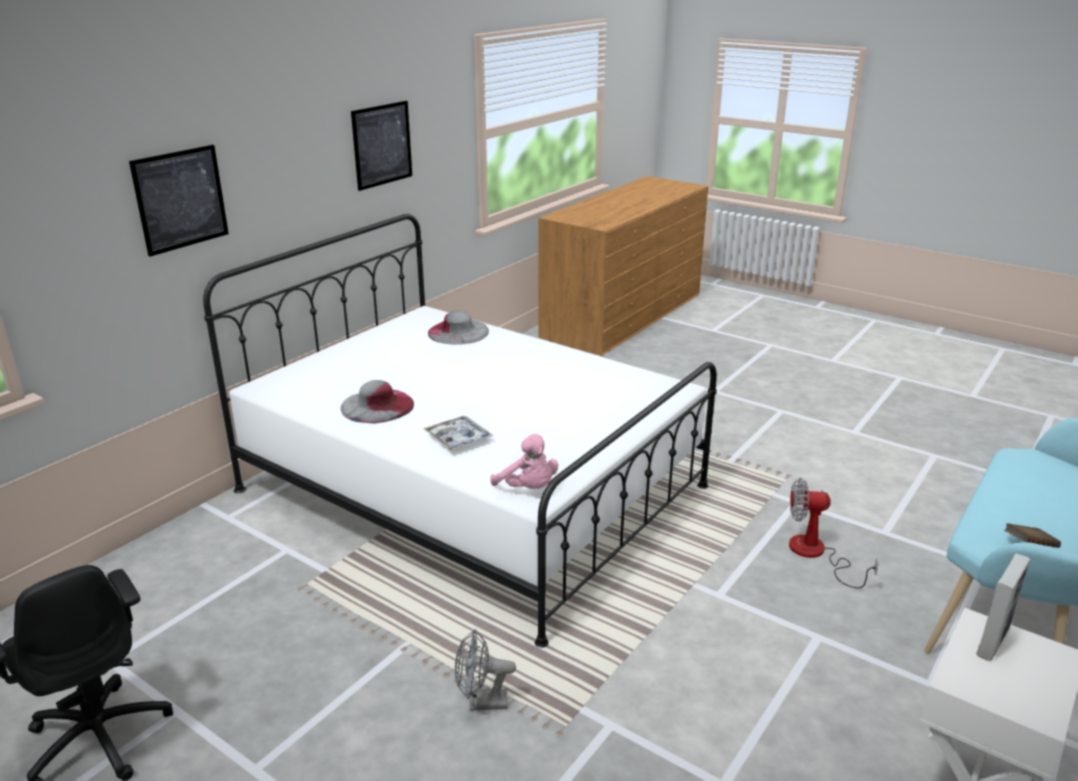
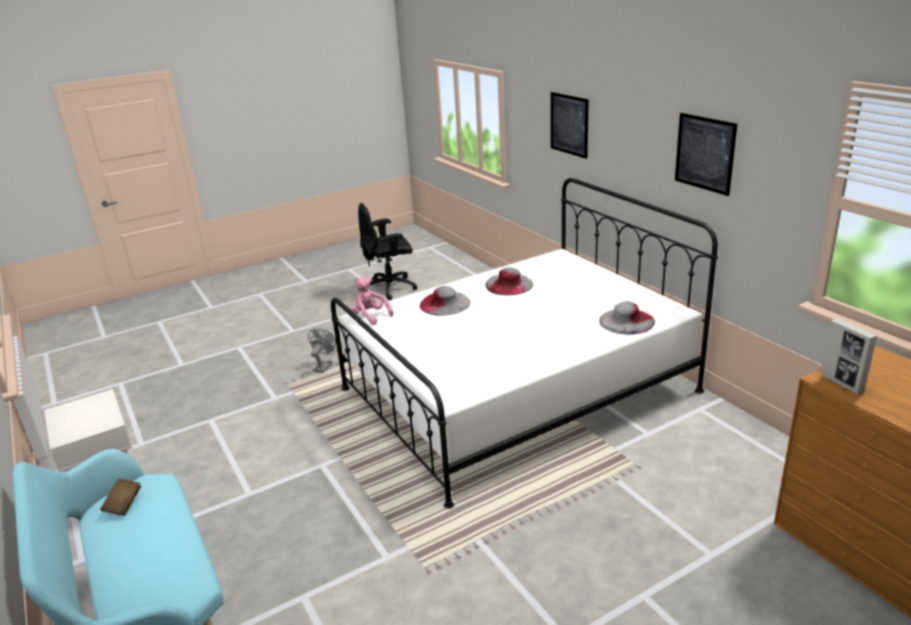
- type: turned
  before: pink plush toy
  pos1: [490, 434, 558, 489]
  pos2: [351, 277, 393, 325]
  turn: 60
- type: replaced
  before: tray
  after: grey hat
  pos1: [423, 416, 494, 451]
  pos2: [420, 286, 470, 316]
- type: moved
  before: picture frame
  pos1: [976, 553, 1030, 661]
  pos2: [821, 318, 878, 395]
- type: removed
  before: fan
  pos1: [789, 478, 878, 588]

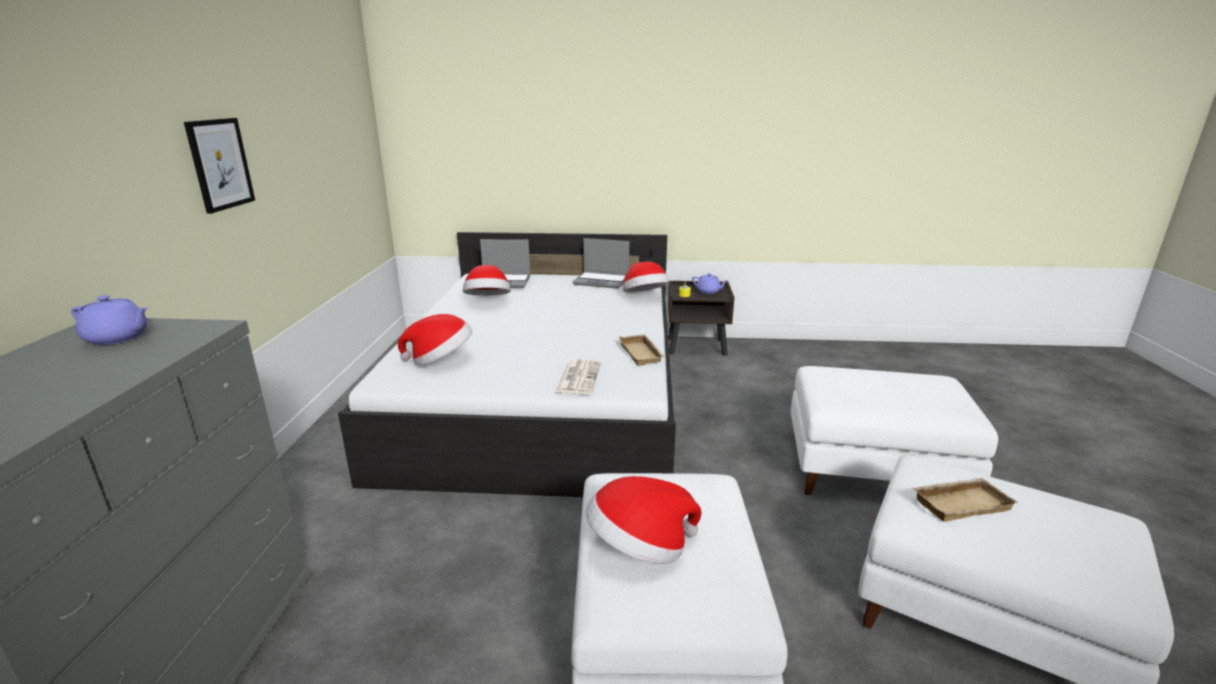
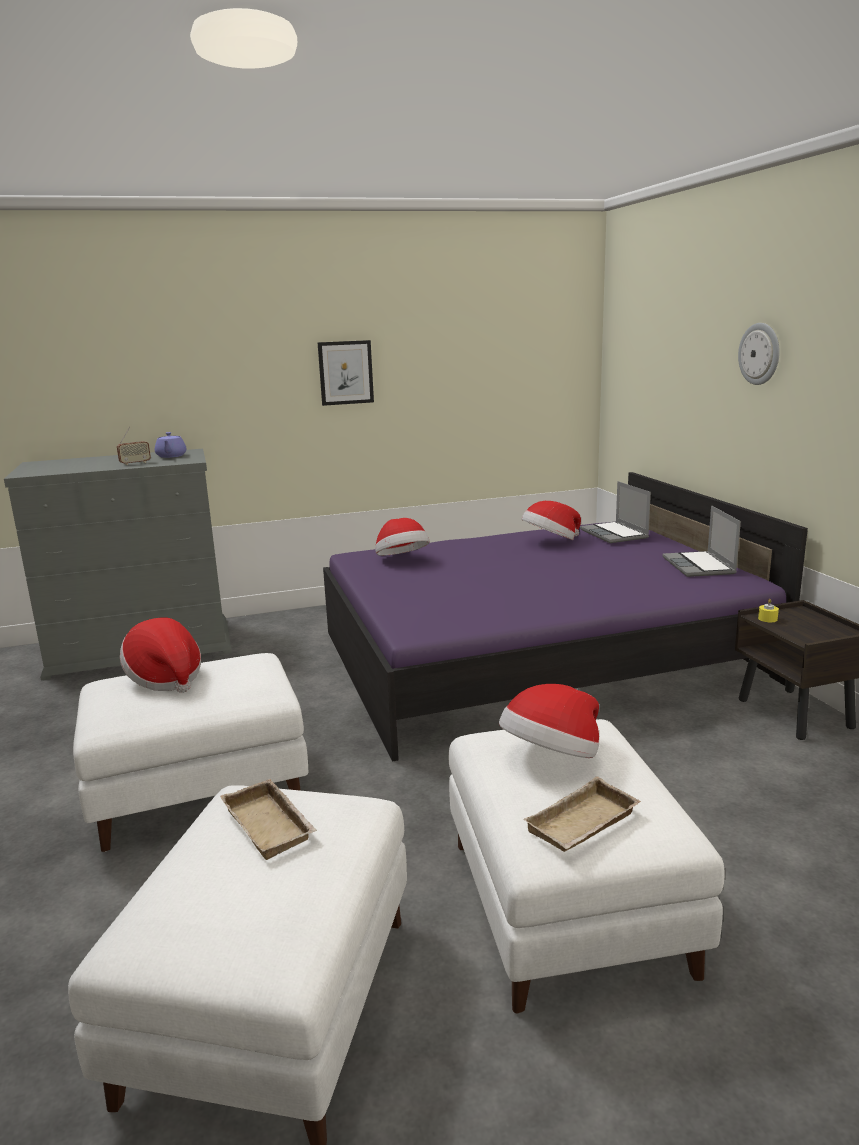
- type: added
  after: radio
  pos2: [117, 426, 151, 465]
- type: recoloured
  before: white bed
  after: purple bed
  pos1: [338, 232, 676, 497]
  pos2: [323, 472, 808, 762]
- type: moved
  before: hat
  pos1: [623, 261, 669, 292]
  pos2: [499, 684, 599, 758]
- type: moved
  before: beige tray
  pos1: [619, 334, 665, 366]
  pos2: [523, 776, 640, 852]
- type: added
  after: wall clock
  pos2: [738, 323, 780, 385]
- type: removed
  before: newspaper
  pos1: [555, 359, 601, 394]
- type: removed
  before: purple teapot
  pos1: [692, 273, 729, 294]

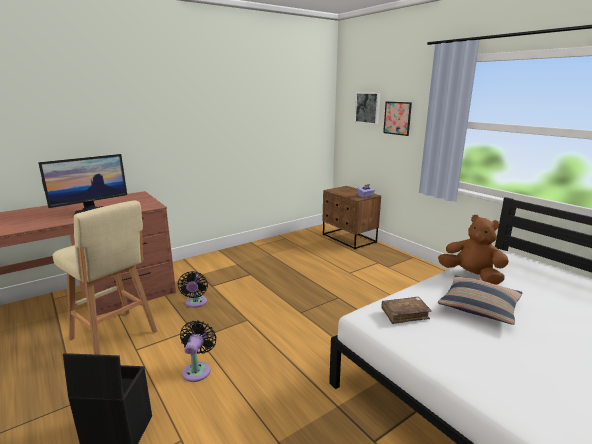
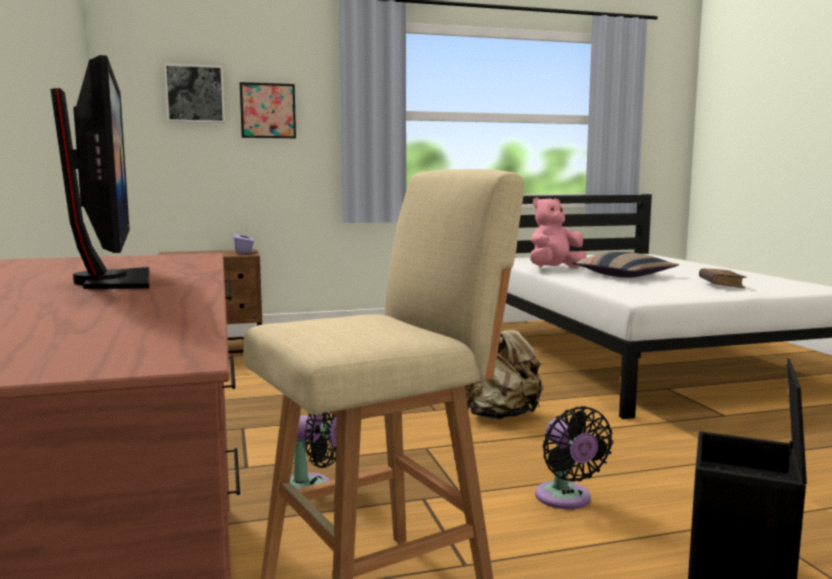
- type: added
  after: beige backpack
  pos2: [465, 330, 544, 419]
- type: recoloured
  before: brown plush toy
  after: pink plush toy
  pos1: [438, 215, 509, 285]
  pos2: [530, 197, 587, 268]
- type: turned
  before: black fan
  pos1: [180, 320, 216, 382]
  pos2: [535, 406, 613, 509]
  turn: -135
- type: moved
  before: brown book
  pos1: [382, 297, 431, 324]
  pos2: [699, 269, 746, 288]

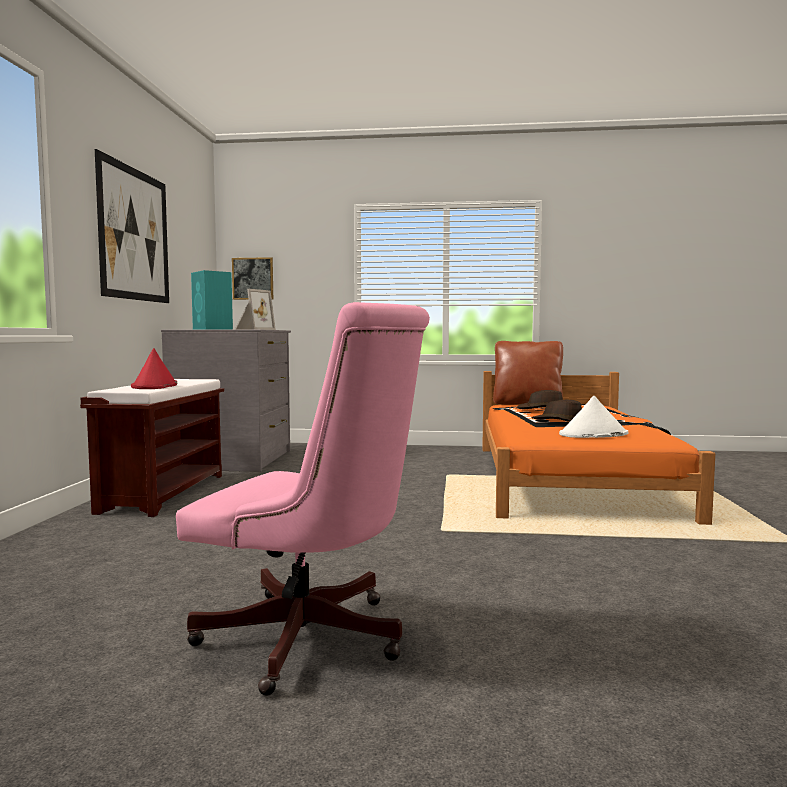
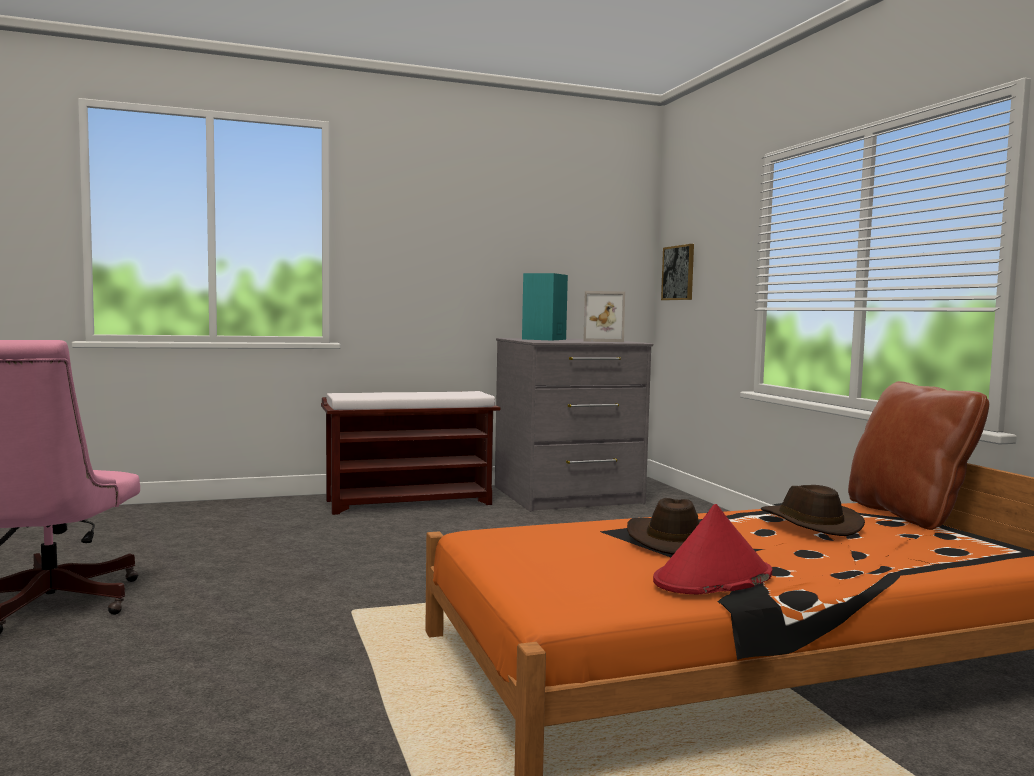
- type: moved
  before: red hat
  pos1: [131, 348, 177, 389]
  pos2: [653, 504, 772, 594]
- type: removed
  before: picture
  pos1: [95, 149, 169, 303]
- type: removed
  before: white hat
  pos1: [559, 396, 628, 438]

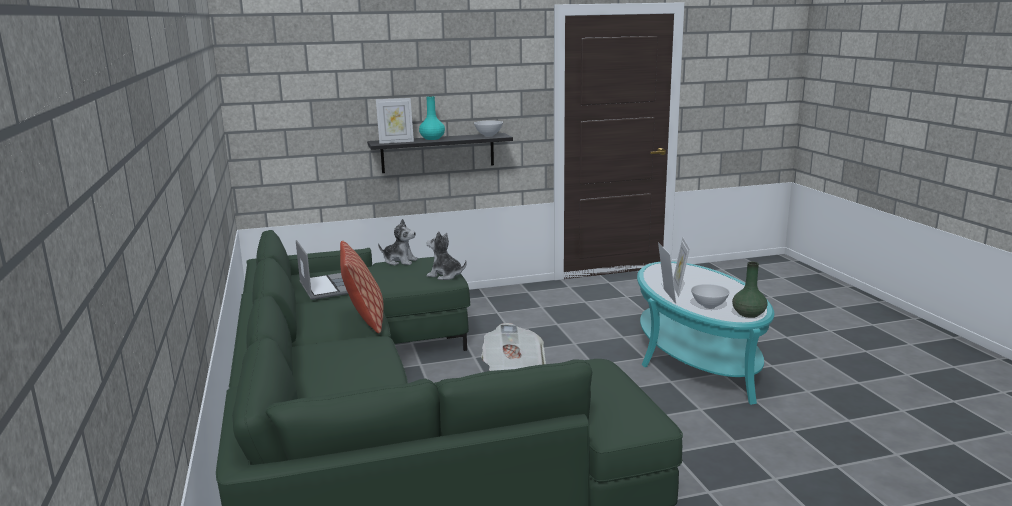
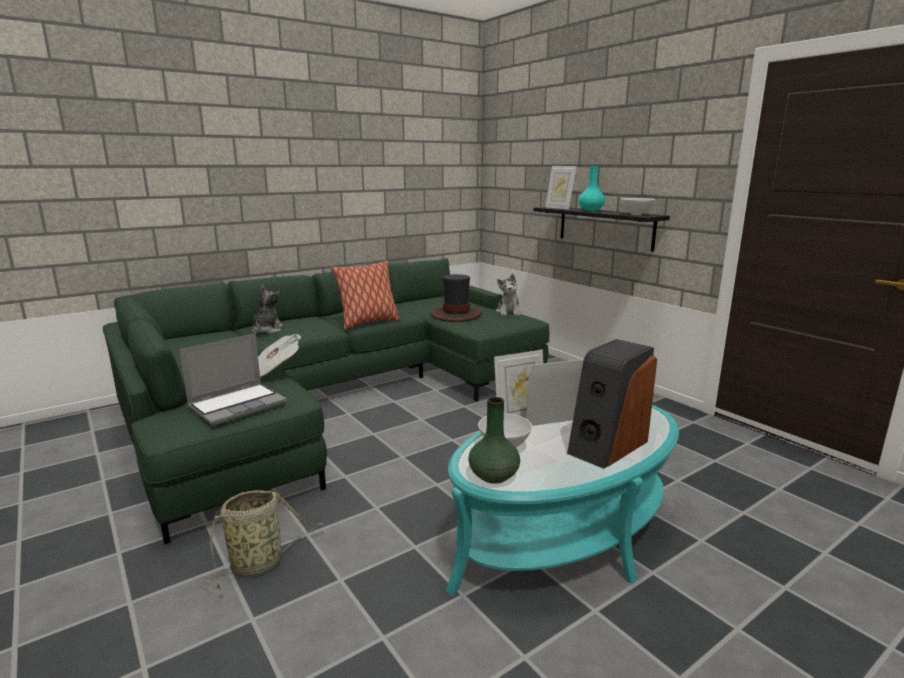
- type: moved
  before: laptop
  pos1: [296, 240, 348, 300]
  pos2: [179, 333, 287, 426]
- type: added
  after: basket
  pos2: [203, 490, 323, 590]
- type: moved
  before: plush toy
  pos1: [426, 231, 467, 280]
  pos2: [252, 285, 283, 334]
- type: added
  after: hat
  pos2: [431, 274, 482, 322]
- type: added
  after: speaker
  pos2: [567, 339, 657, 469]

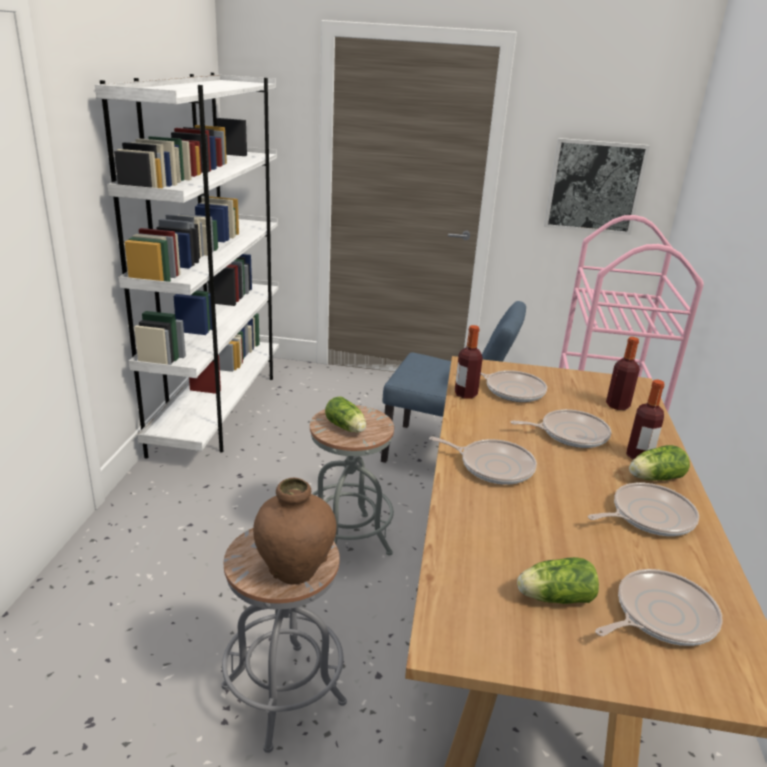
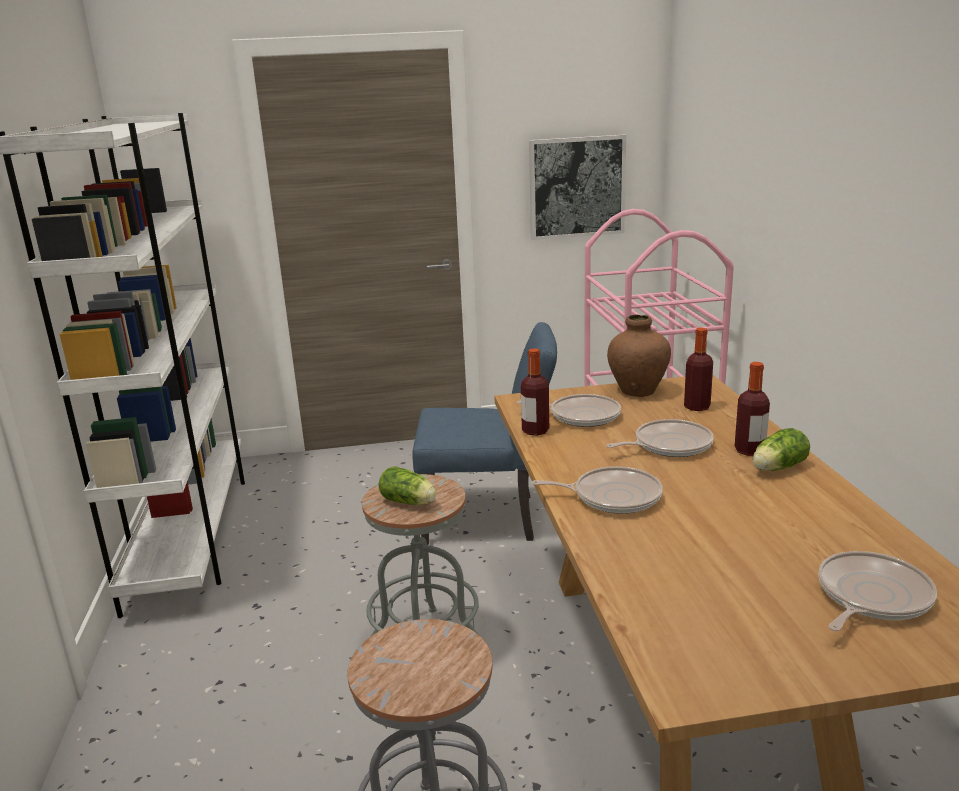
- type: moved
  before: brown vase
  pos1: [253, 478, 337, 584]
  pos2: [607, 314, 671, 397]
- type: removed
  before: lettuce
  pos1: [517, 557, 599, 604]
- type: removed
  before: frying pan
  pos1: [588, 483, 699, 536]

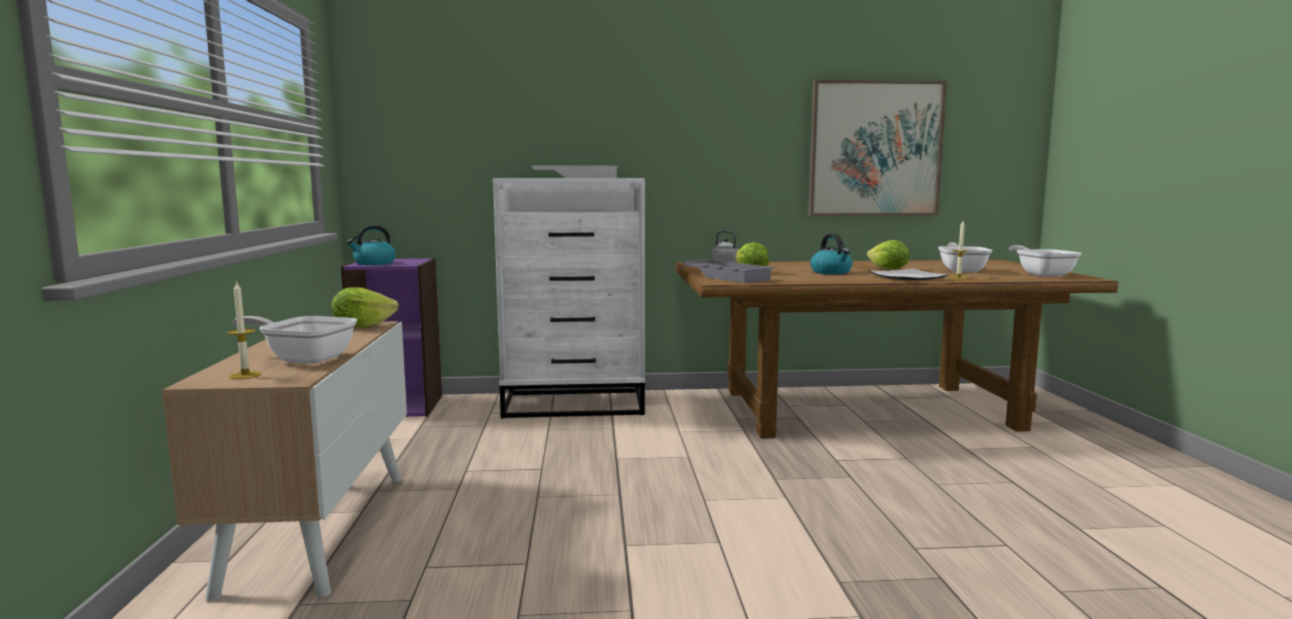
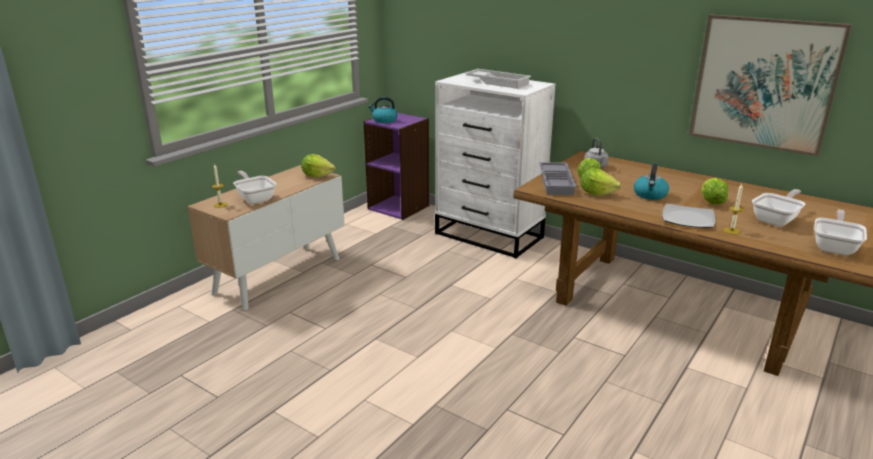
- type: added
  after: lettuce
  pos2: [580, 168, 621, 196]

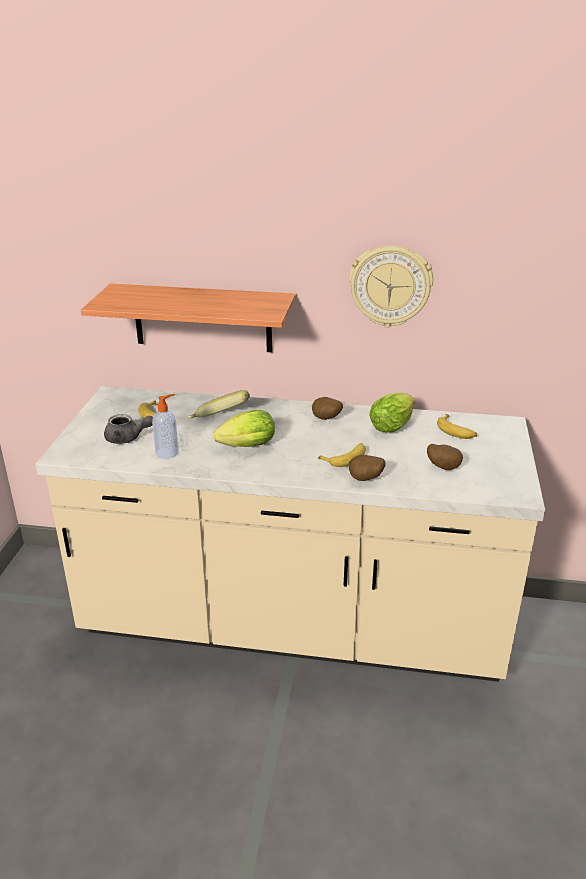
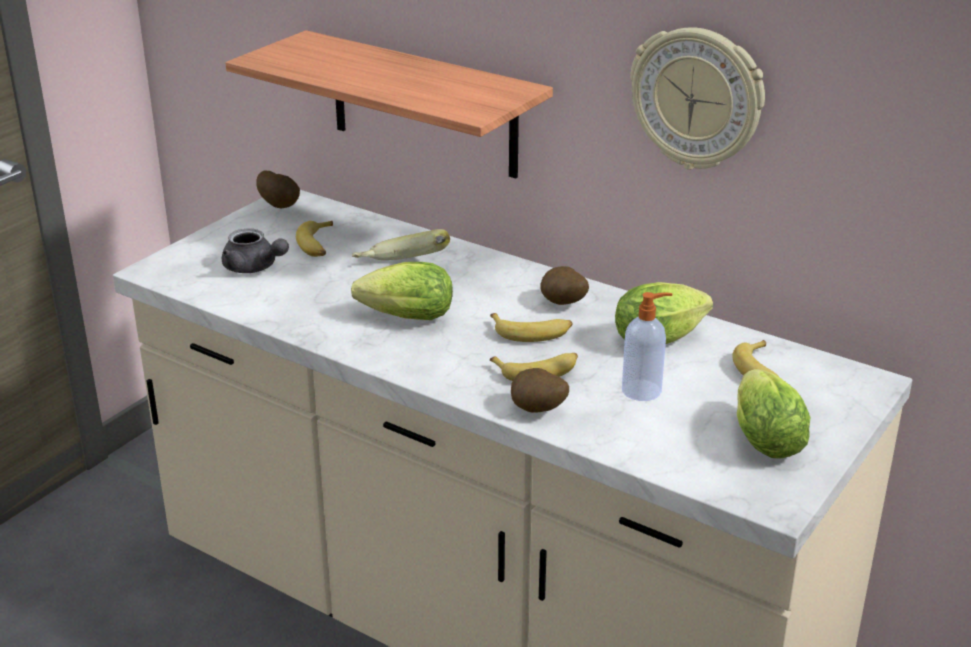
- type: moved
  before: potato
  pos1: [427, 444, 463, 470]
  pos2: [256, 171, 300, 208]
- type: added
  after: banana
  pos2: [490, 313, 573, 342]
- type: moved
  before: soap dispenser
  pos1: [152, 394, 179, 459]
  pos2: [622, 292, 673, 401]
- type: added
  after: lettuce
  pos2: [737, 369, 811, 459]

